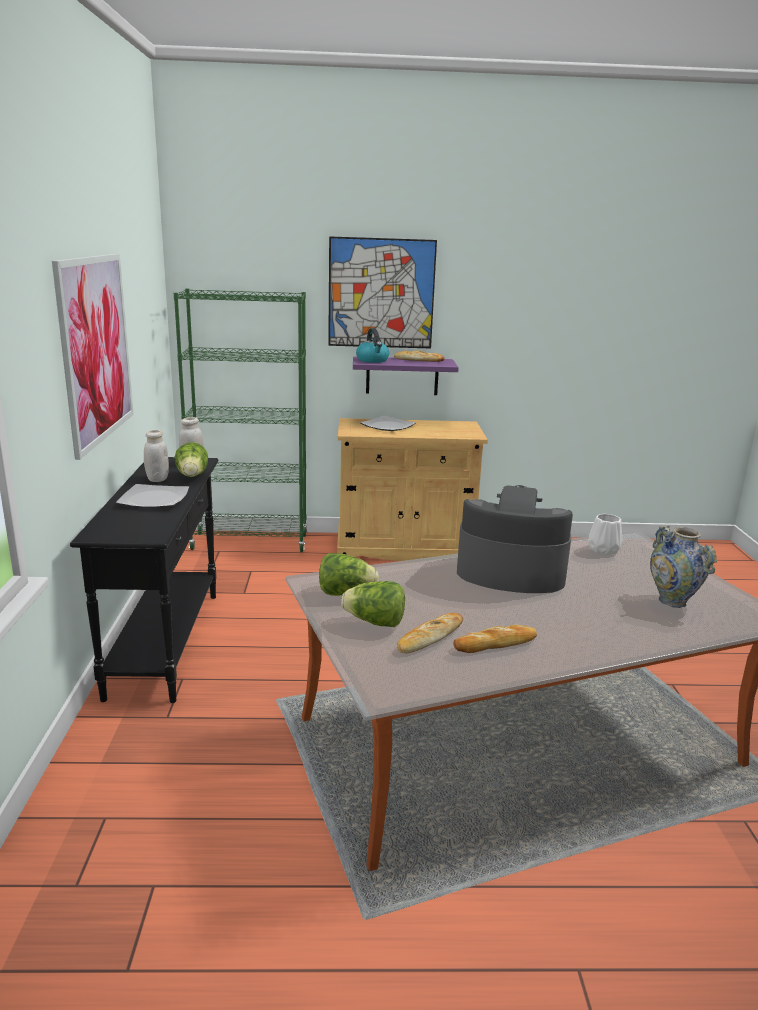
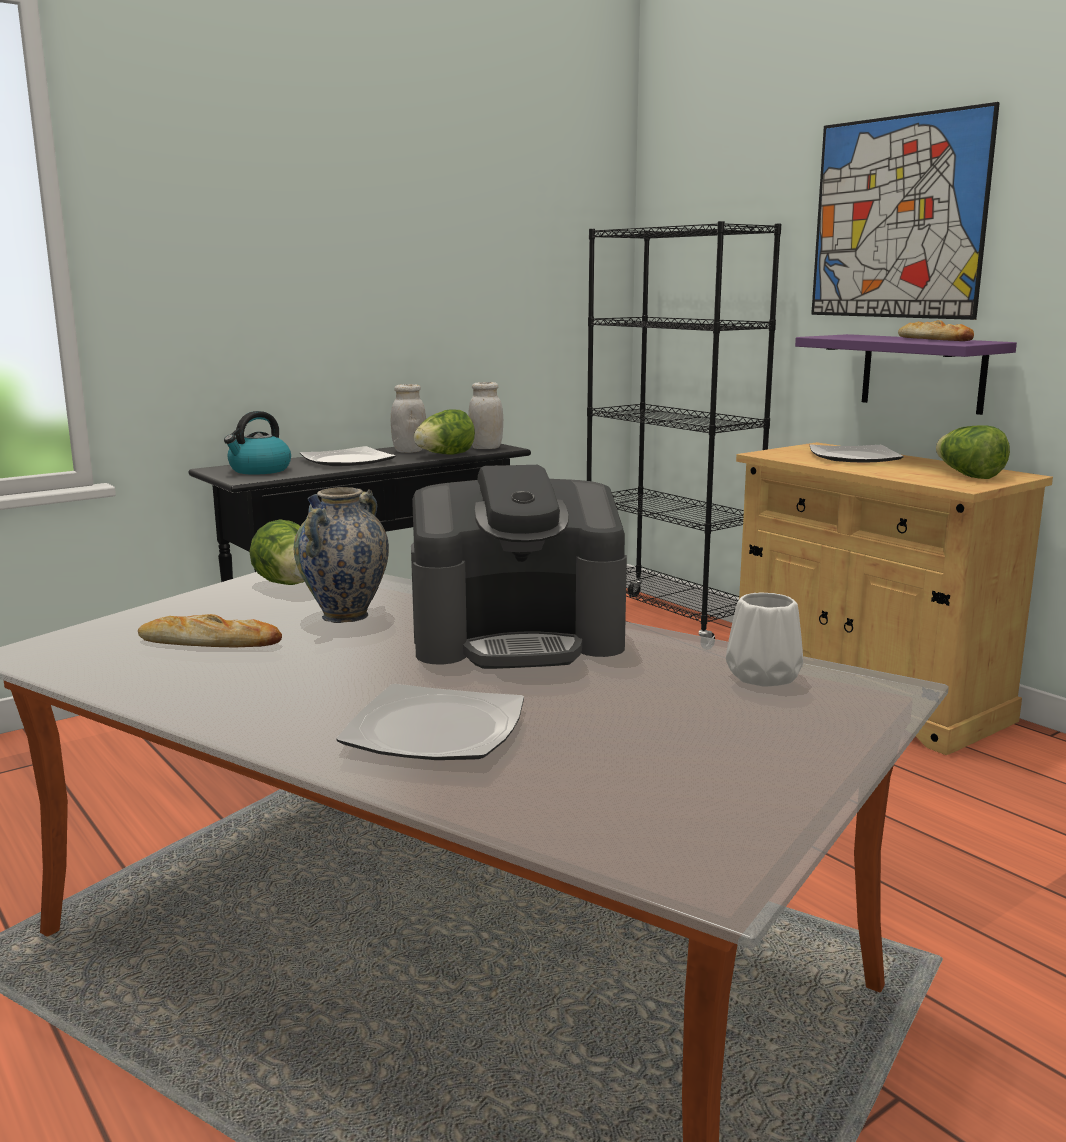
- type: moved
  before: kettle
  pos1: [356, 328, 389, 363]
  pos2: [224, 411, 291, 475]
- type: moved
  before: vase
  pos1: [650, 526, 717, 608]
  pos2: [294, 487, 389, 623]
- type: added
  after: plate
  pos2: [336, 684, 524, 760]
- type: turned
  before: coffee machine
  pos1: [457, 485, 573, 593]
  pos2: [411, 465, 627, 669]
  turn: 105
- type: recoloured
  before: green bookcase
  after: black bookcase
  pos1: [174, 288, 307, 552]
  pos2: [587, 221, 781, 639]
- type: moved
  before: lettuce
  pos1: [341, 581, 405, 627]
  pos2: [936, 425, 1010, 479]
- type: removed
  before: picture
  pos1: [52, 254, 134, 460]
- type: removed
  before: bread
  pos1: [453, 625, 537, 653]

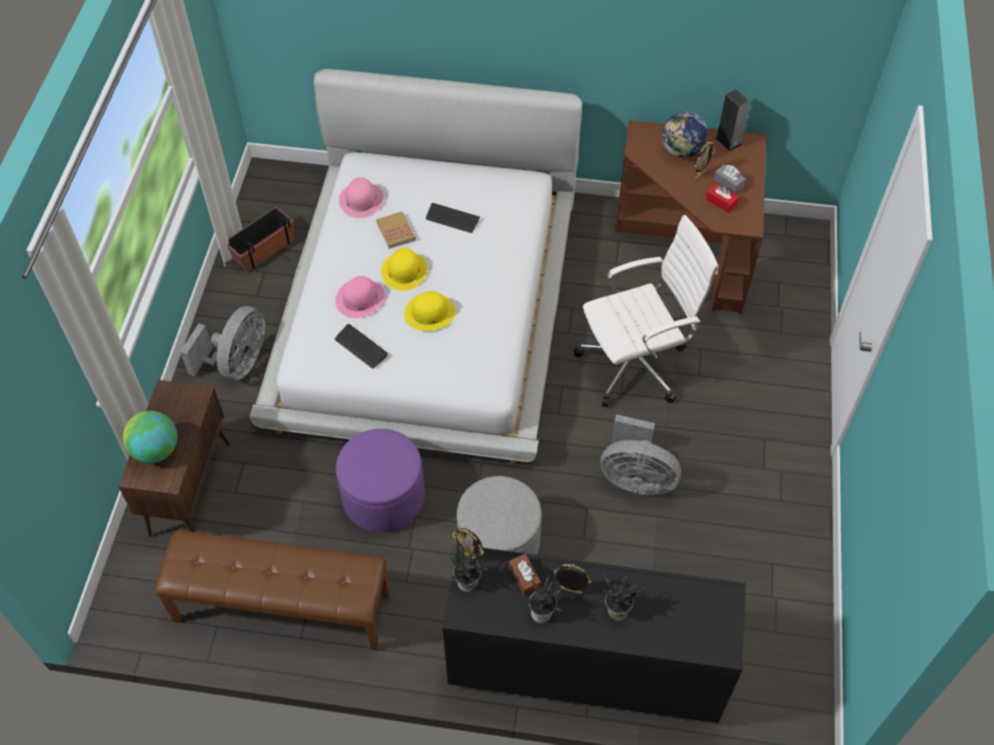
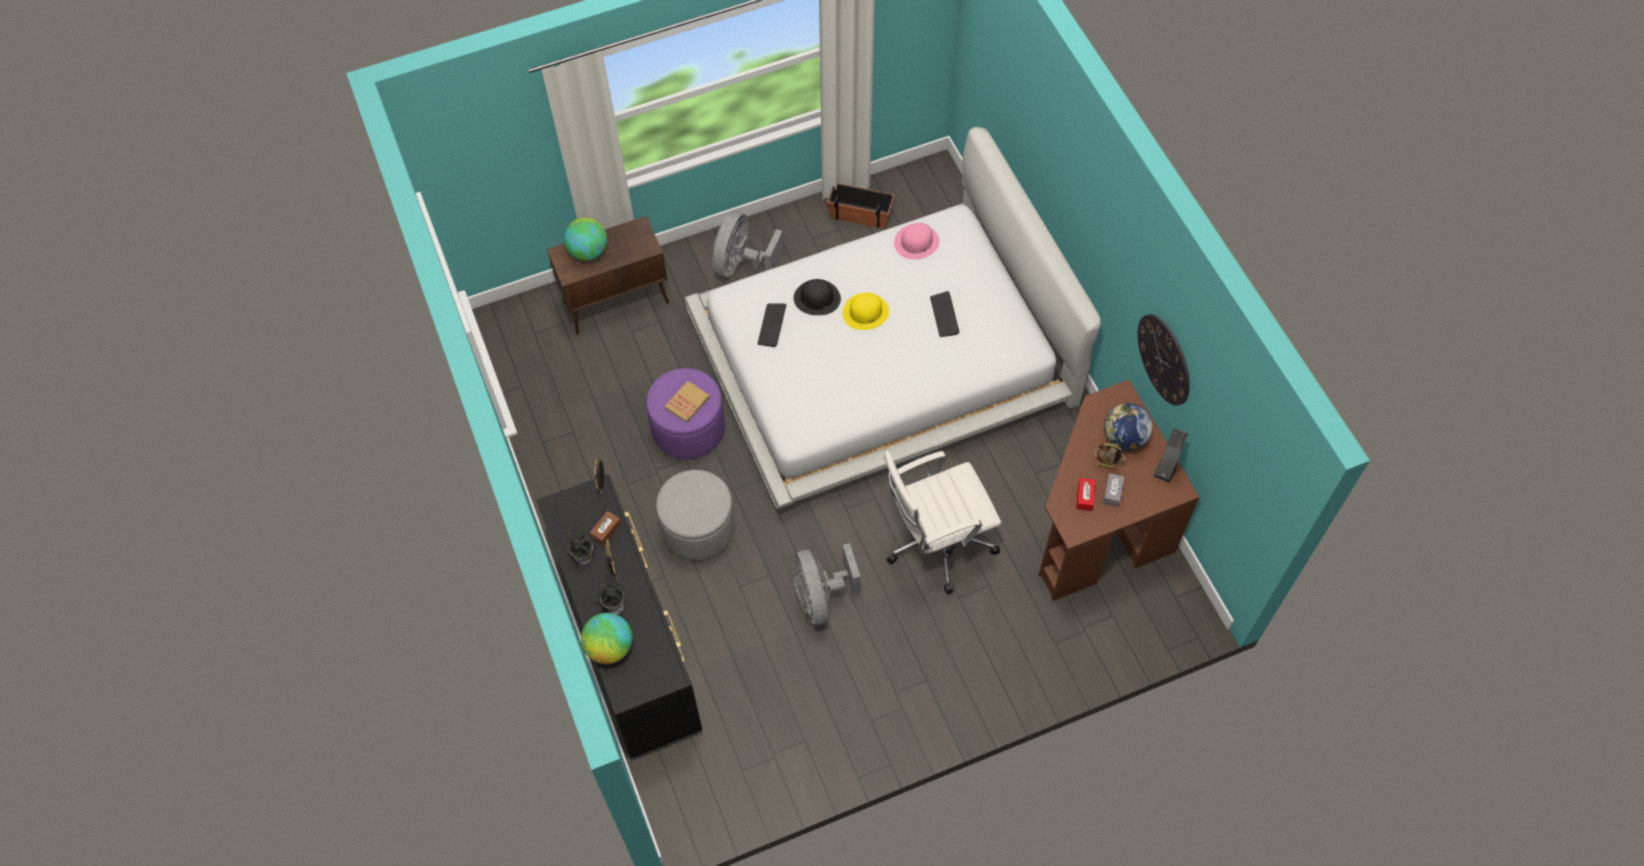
- type: added
  after: globe
  pos2: [581, 613, 633, 664]
- type: moved
  before: book
  pos1: [376, 212, 416, 249]
  pos2: [665, 381, 710, 423]
- type: turned
  before: grey fan
  pos1: [180, 306, 265, 380]
  pos2: [712, 211, 783, 277]
  turn: 120
- type: recoloured
  before: pink hat
  after: black hat
  pos1: [335, 276, 385, 318]
  pos2: [794, 279, 841, 315]
- type: turned
  before: white office chair
  pos1: [574, 215, 719, 407]
  pos2: [883, 451, 1001, 595]
  turn: 120
- type: added
  after: wall clock
  pos2: [1138, 314, 1190, 406]
- type: removed
  before: brown bench
  pos1: [155, 530, 390, 651]
- type: removed
  before: yellow hat
  pos1: [404, 291, 456, 331]
- type: removed
  before: potted plant
  pos1: [449, 543, 488, 592]

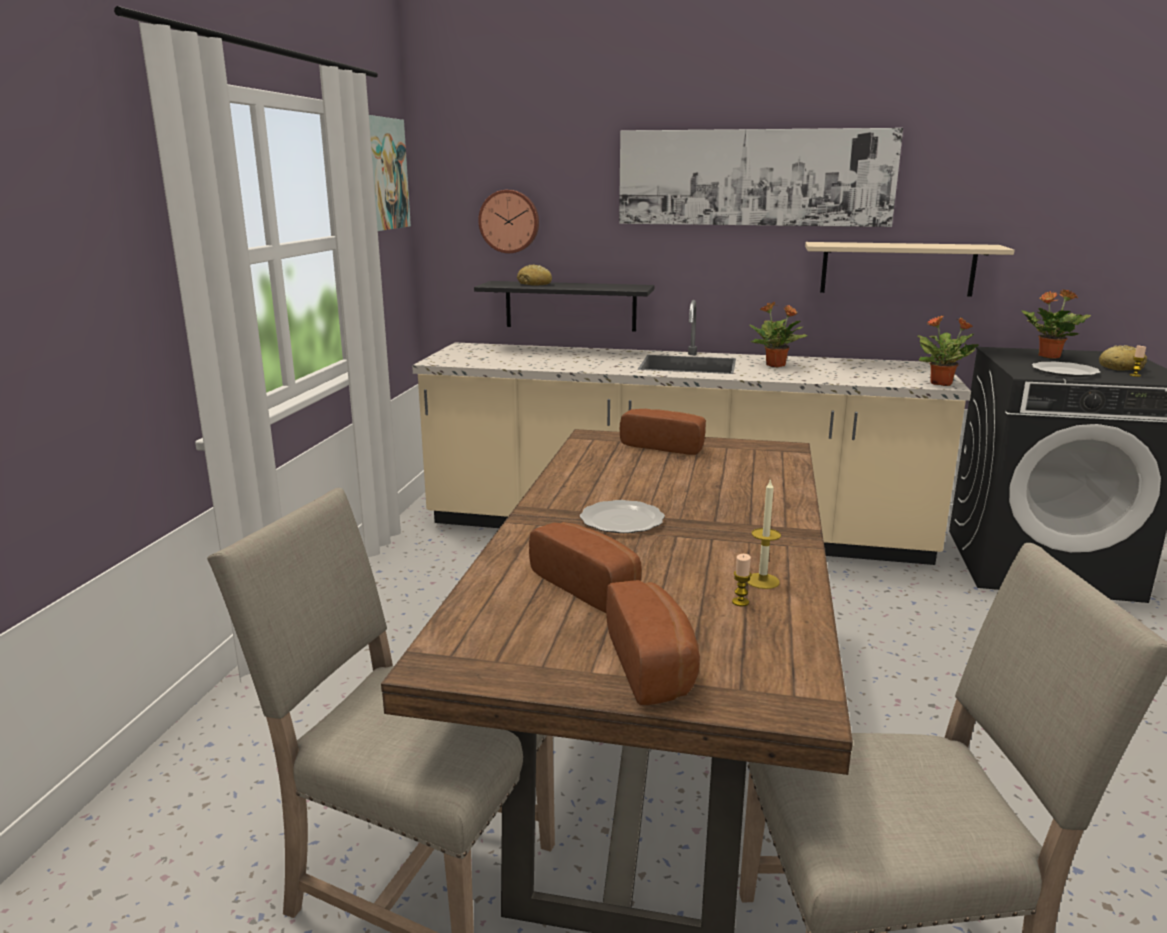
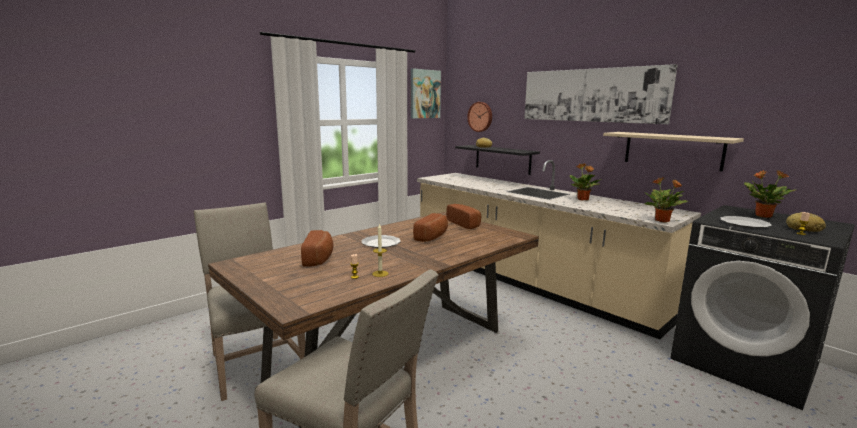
- type: moved
  before: bread
  pos1: [606, 580, 700, 705]
  pos2: [413, 213, 448, 242]

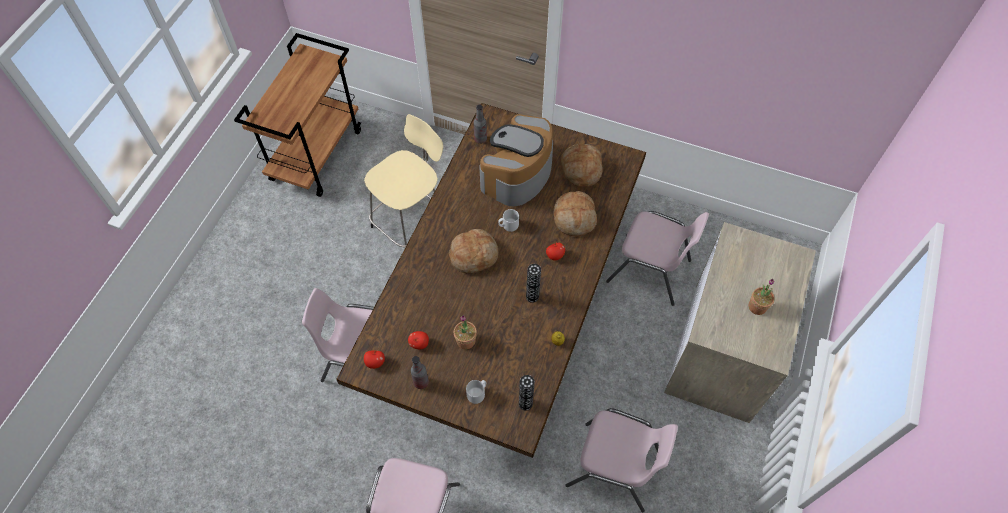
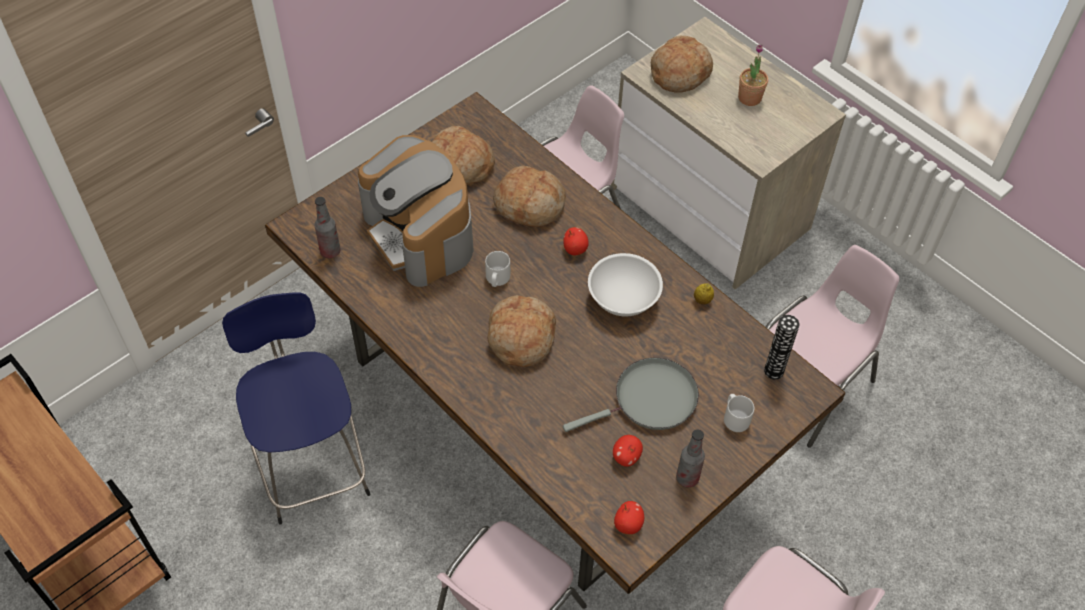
- type: recoloured
  before: beige stool
  after: blue stool
  pos1: [364, 114, 443, 247]
  pos2: [222, 292, 370, 524]
- type: replaced
  before: potted plant
  after: grey frying pan
  pos1: [454, 315, 477, 349]
  pos2: [563, 358, 699, 432]
- type: replaced
  before: vase
  after: white bowl
  pos1: [526, 264, 541, 303]
  pos2: [588, 253, 663, 317]
- type: added
  after: bread
  pos2: [651, 36, 713, 93]

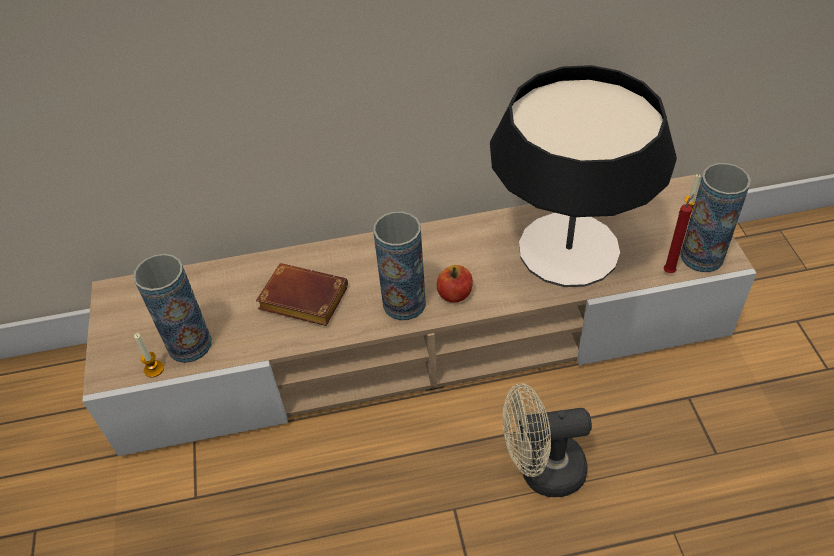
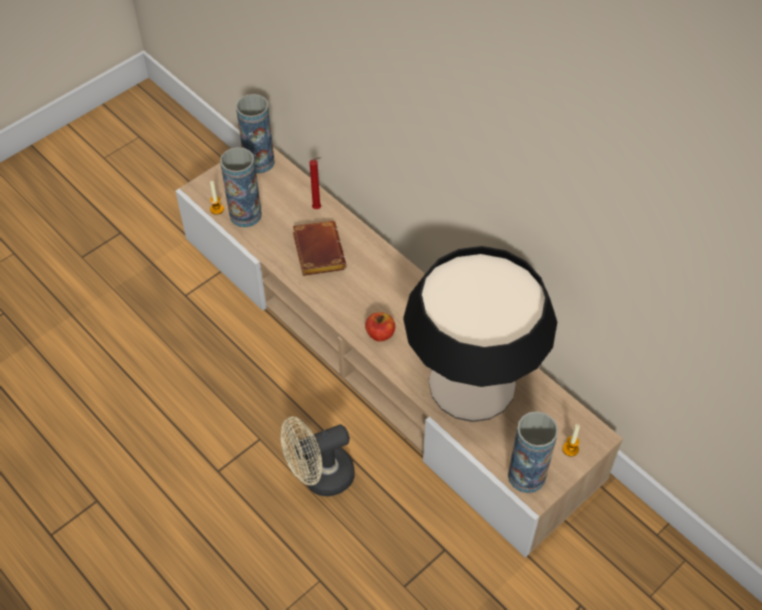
- type: moved
  before: vase
  pos1: [373, 211, 426, 320]
  pos2: [236, 94, 275, 173]
- type: turned
  before: beige fan
  pos1: [503, 383, 592, 497]
  pos2: [281, 416, 355, 496]
  turn: -75
- type: moved
  before: red candle
  pos1: [664, 194, 695, 273]
  pos2: [310, 157, 321, 209]

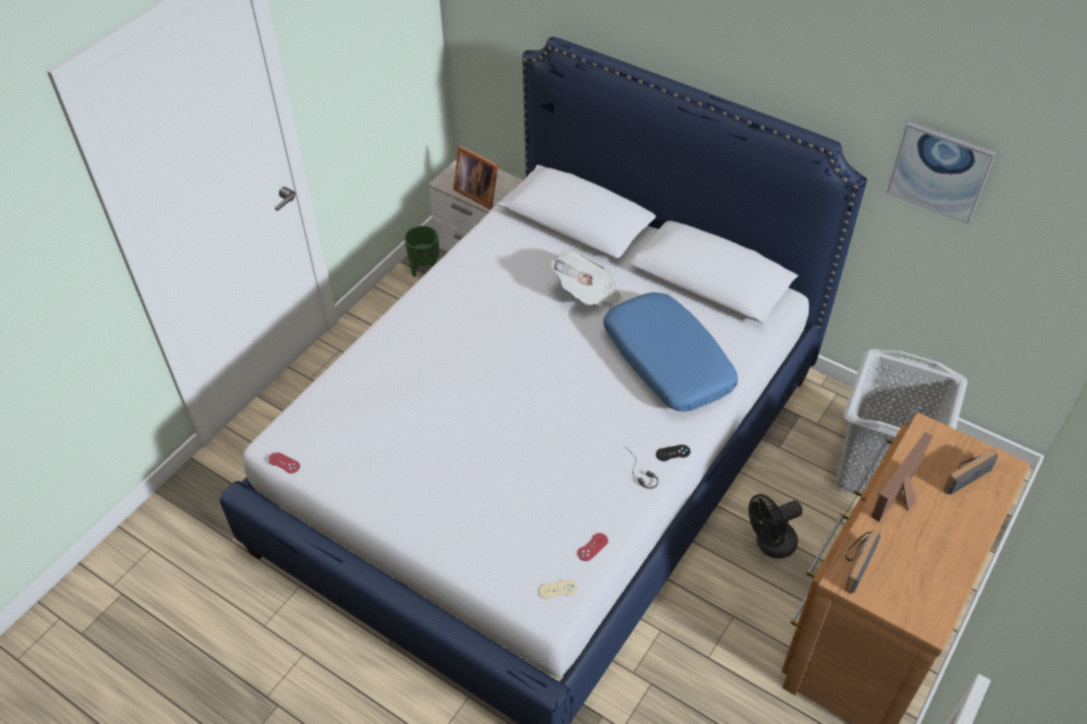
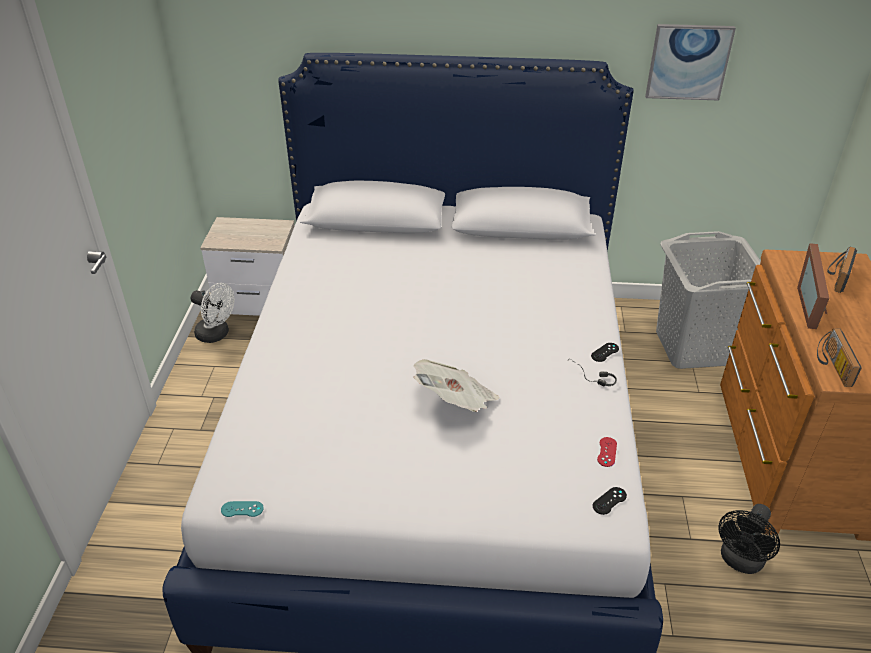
- type: replaced
  before: green planter
  after: white fan
  pos1: [404, 226, 439, 277]
  pos2: [191, 283, 234, 343]
- type: recoloured
  before: red game controller
  after: turquoise game controller
  pos1: [269, 453, 300, 473]
  pos2: [221, 501, 264, 517]
- type: moved
  before: newspaper
  pos1: [551, 250, 623, 307]
  pos2: [413, 359, 499, 412]
- type: recoloured
  before: beige game controller
  after: black game controller
  pos1: [539, 580, 577, 599]
  pos2: [593, 487, 627, 515]
- type: moved
  before: black fan
  pos1: [748, 494, 802, 559]
  pos2: [718, 504, 780, 574]
- type: removed
  before: picture frame
  pos1: [453, 146, 498, 209]
- type: removed
  before: blue pillow
  pos1: [603, 292, 738, 412]

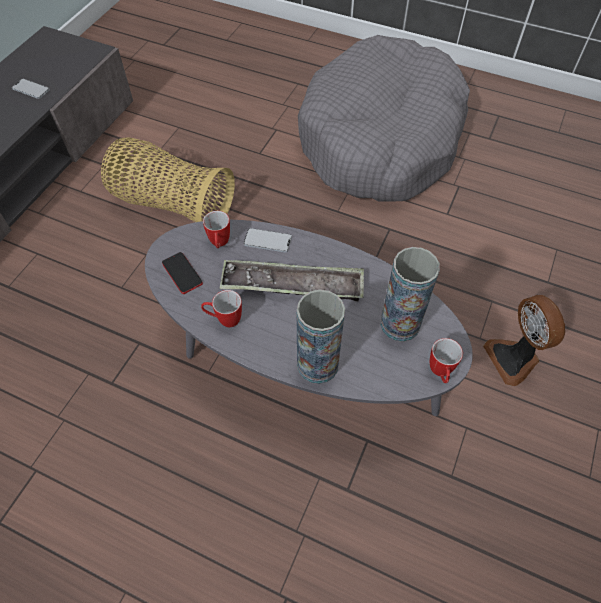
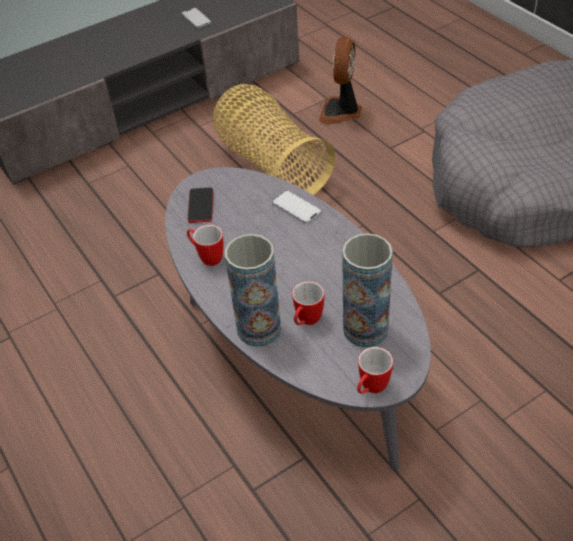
- type: moved
  before: mug
  pos1: [203, 211, 230, 248]
  pos2: [292, 281, 324, 325]
- type: moved
  before: fan
  pos1: [483, 295, 565, 386]
  pos2: [319, 37, 362, 124]
- type: removed
  before: tray
  pos1: [219, 260, 364, 301]

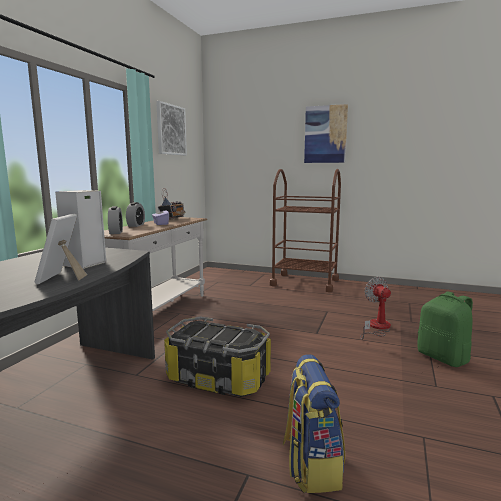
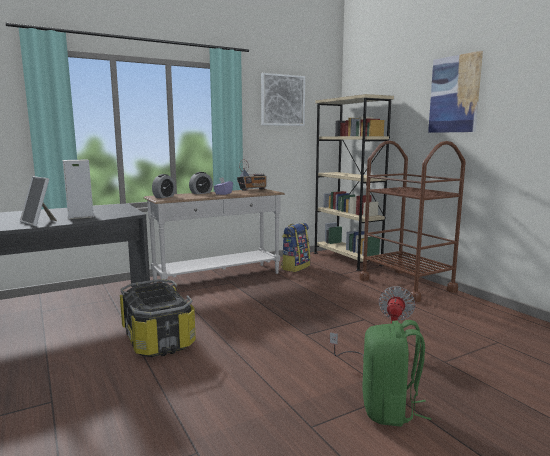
- type: turned
  before: picture frame
  pos1: [35, 214, 87, 284]
  pos2: [20, 176, 57, 226]
  turn: -90
- type: moved
  before: backpack
  pos1: [283, 354, 345, 493]
  pos2: [281, 223, 311, 272]
- type: added
  after: beige bookcase
  pos2: [314, 94, 394, 271]

